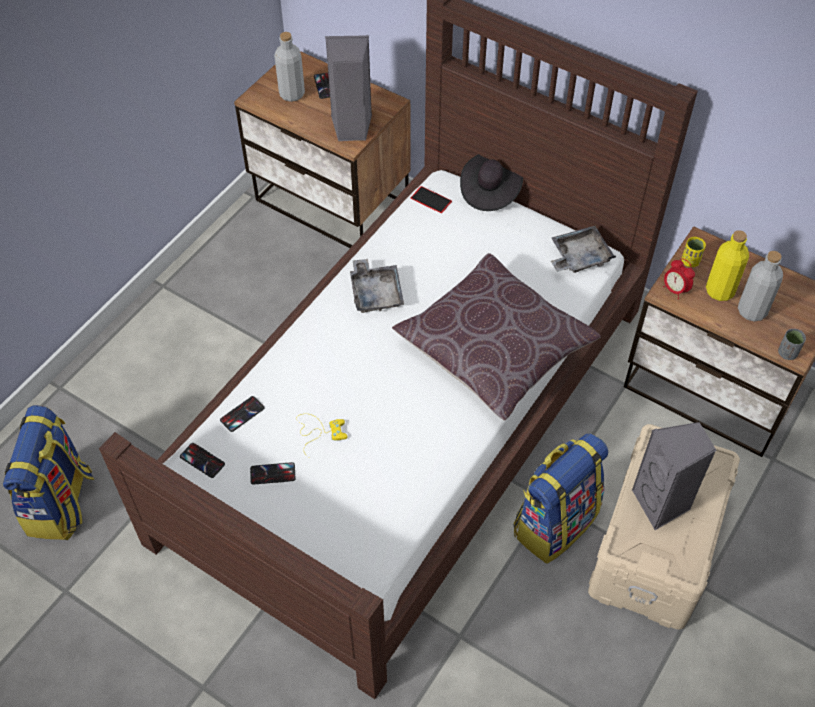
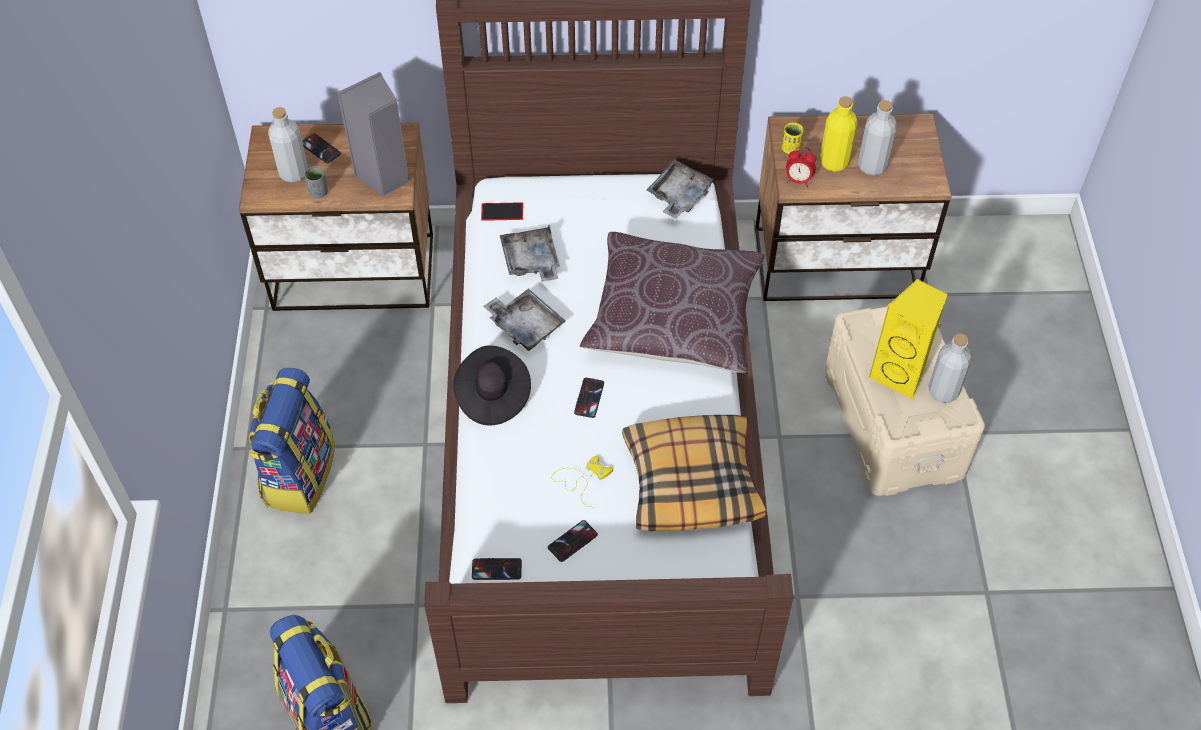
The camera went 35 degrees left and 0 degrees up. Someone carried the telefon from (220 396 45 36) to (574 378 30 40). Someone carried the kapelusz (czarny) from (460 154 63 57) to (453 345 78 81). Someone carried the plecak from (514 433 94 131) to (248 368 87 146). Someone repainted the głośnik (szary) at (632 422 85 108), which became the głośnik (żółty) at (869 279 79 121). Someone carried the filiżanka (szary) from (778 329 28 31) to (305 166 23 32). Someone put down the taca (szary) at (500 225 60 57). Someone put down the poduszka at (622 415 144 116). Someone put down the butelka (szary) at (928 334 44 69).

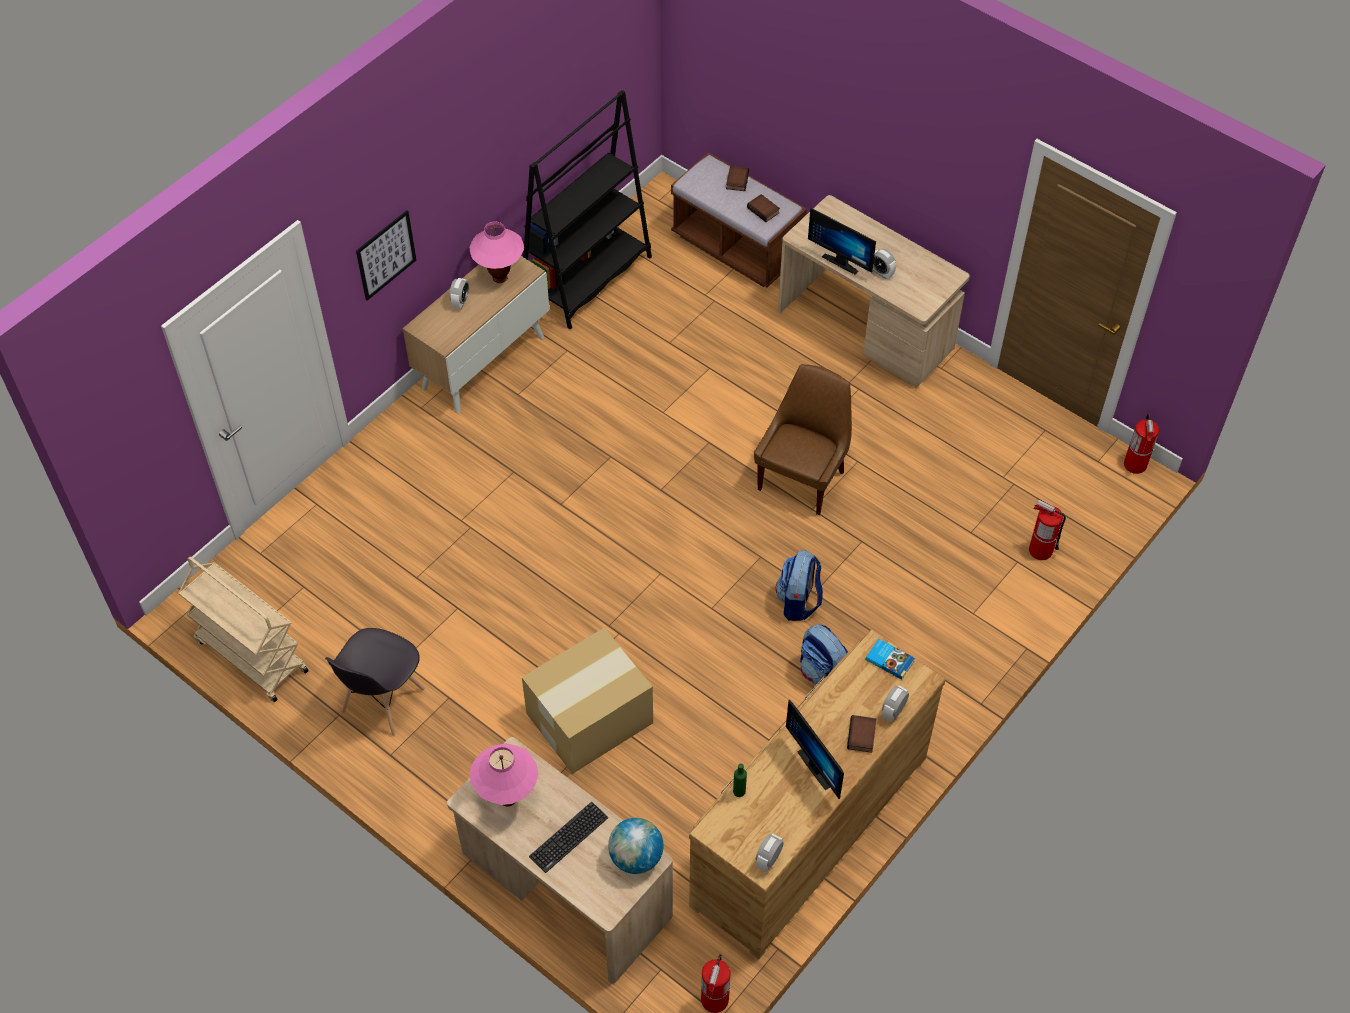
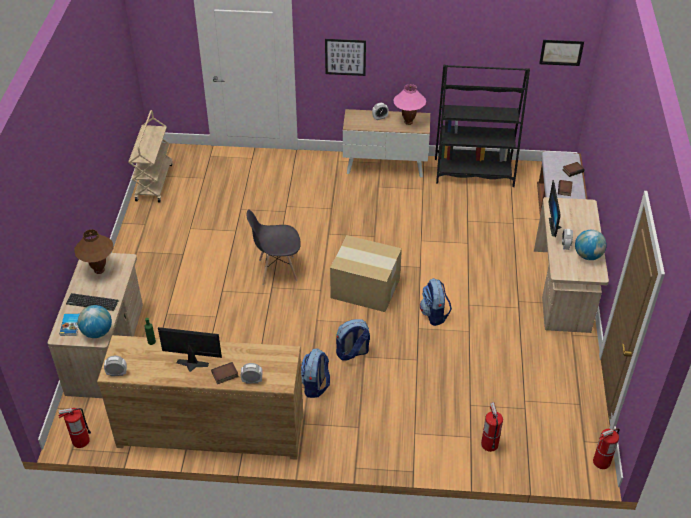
The camera went 55 degrees right and 10 degrees down. Someone carried the krzesło (szary) from (325 628 100 109) to (247 209 54 76). Someone repainted the lampa stołowa (różowy) at (470 743 68 63), which became the lampa stołowa (brązowy) at (75 229 39 45). Someone carried the karton from (522 627 131 147) to (330 235 72 77). Someone swapped the krzesło (brązowy) at (754 364 98 151) for the plecak at (420 278 32 48). Someone rotated the monitor at (786 700 58 99) by 75 degrees clockwise. Someone carried the książka from (865 639 50 41) to (60 314 19 22). Someone put up the obraz at (539 40 45 26). Someone put down the globus at (575 230 32 30).

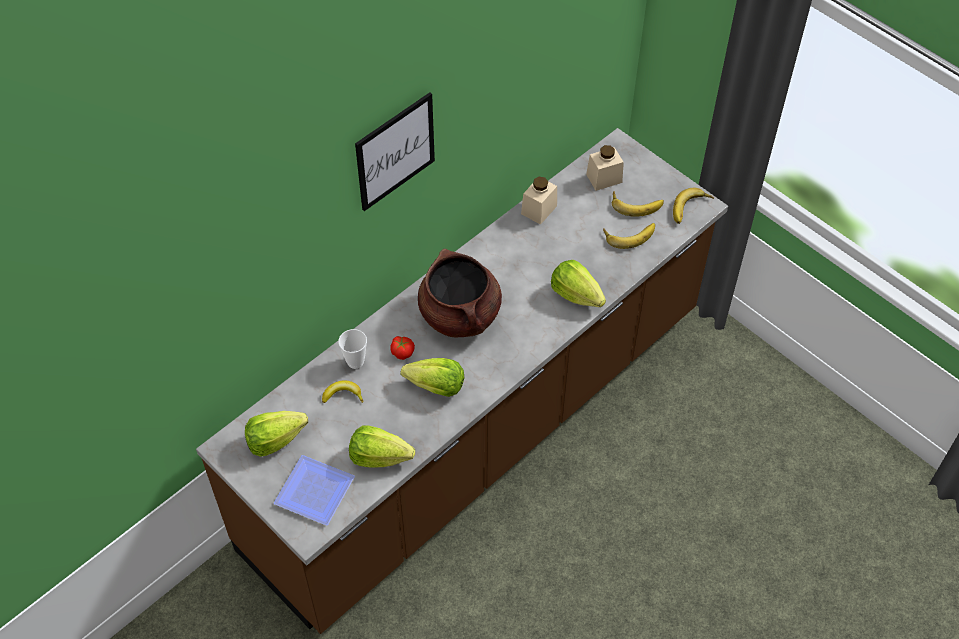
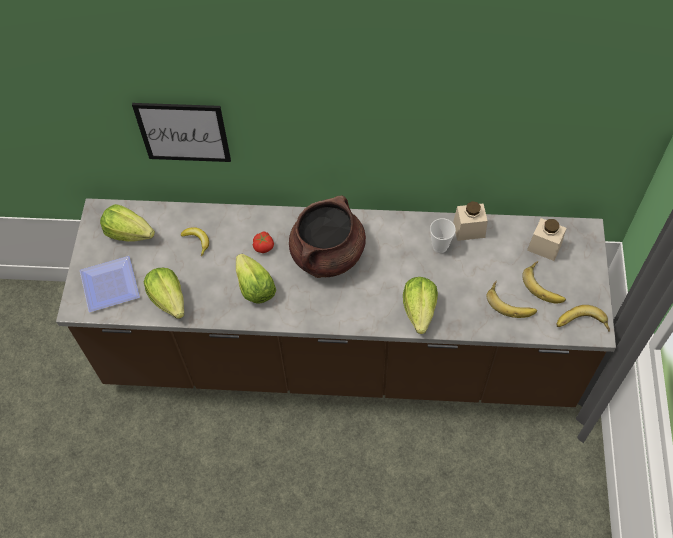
The camera went 50 degrees right and 5 degrees up. Someone carried the filiżanka from (338 329 29 40) to (430 218 26 35). Someone carried the obraz from (355 92 80 119) to (132 103 99 59).

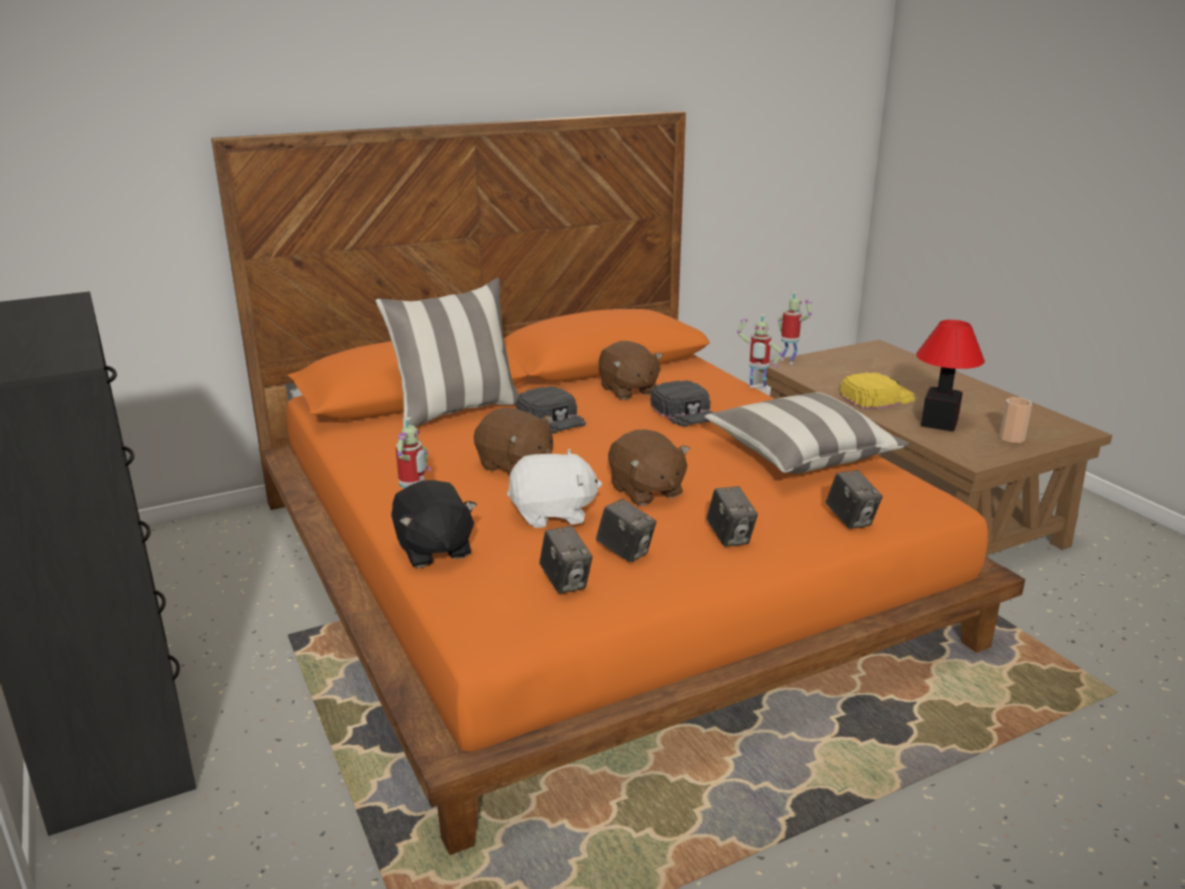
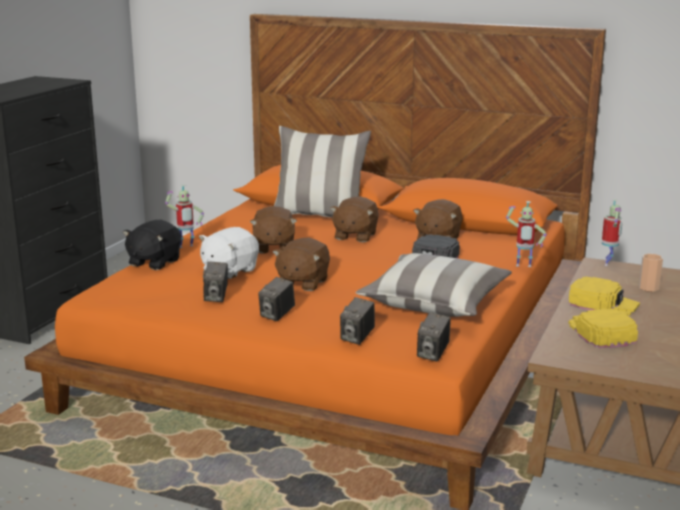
The camera went 50 degrees right and 5 degrees down. Someone rotated the pluszak (biały) at (507 449 95 79) by 90 degrees clockwise. Someone swapped the czapka z daszkiem (czarny) at (516 386 70 48) for the pluszak (brązowy) at (330 196 49 46). Someone carried the aparat fotograficzny from (539 526 54 68) to (417 312 34 50). Someone rotated the robot zabawkowy at (737 314 46 76) by 60 degrees counterclockwise. Someone swapped the lampa stołowa at (916 320 69 112) for the czapka z daszkiem (żółty) at (568 309 70 39). Someone carried the filiżanka from (999 397 33 46) to (639 254 24 38).

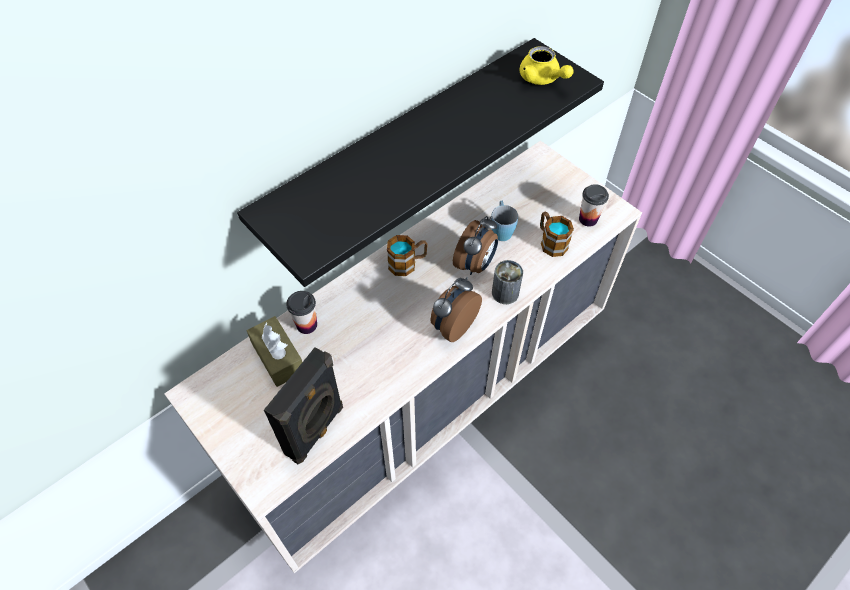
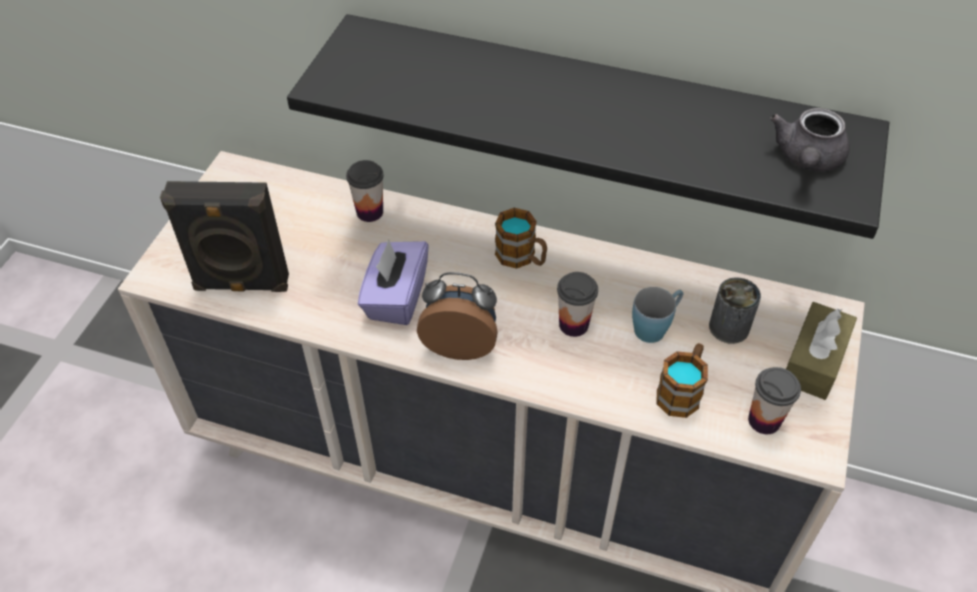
The camera went 60 degrees right and 5 degrees down. Someone carried the pudełko chusteczek (brązowy) from (247 316 55 71) to (786 302 71 98). Someone swapped the budzik at (453 216 45 59) for the filiżanka at (557 272 41 65). Someone carried the puszka from (492 260 31 44) to (709 277 52 67). Someone repainted the imbryk (żółty) at (520 46 54 39), which became the imbryk (szary) at (770 108 80 64). Someone put down the pudełko chusteczek (fioletowy) at (358 240 71 85).

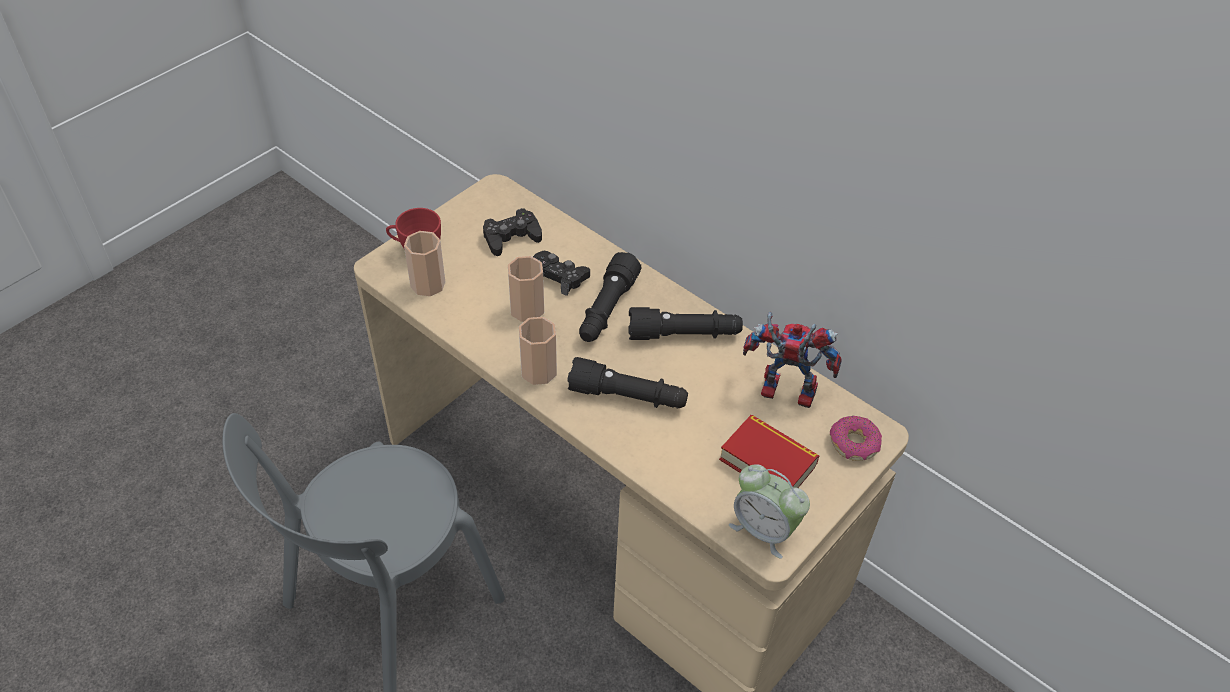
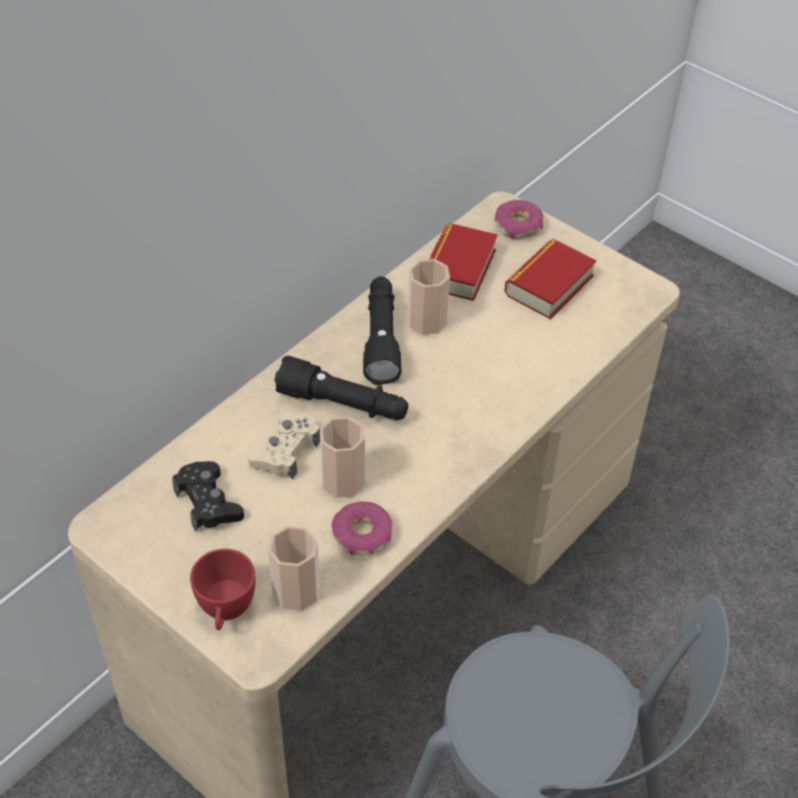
The camera went 90 degrees left and 0 degrees up. Someone carried the filiżanka from (519 317 38 68) to (408 259 42 76). Someone repainted the pad do gier (czarny) at (533 251 57 45), which became the pad do gier (beżowy) at (248 412 72 67). Someone took away the latarka (czarny) at (567 357 121 51). Someone took away the budzik at (729 464 81 95). Someone swapped the robot zabawkowy at (743 312 99 96) for the książka at (429 223 69 78). Someone put down the donut at (331 502 62 54).

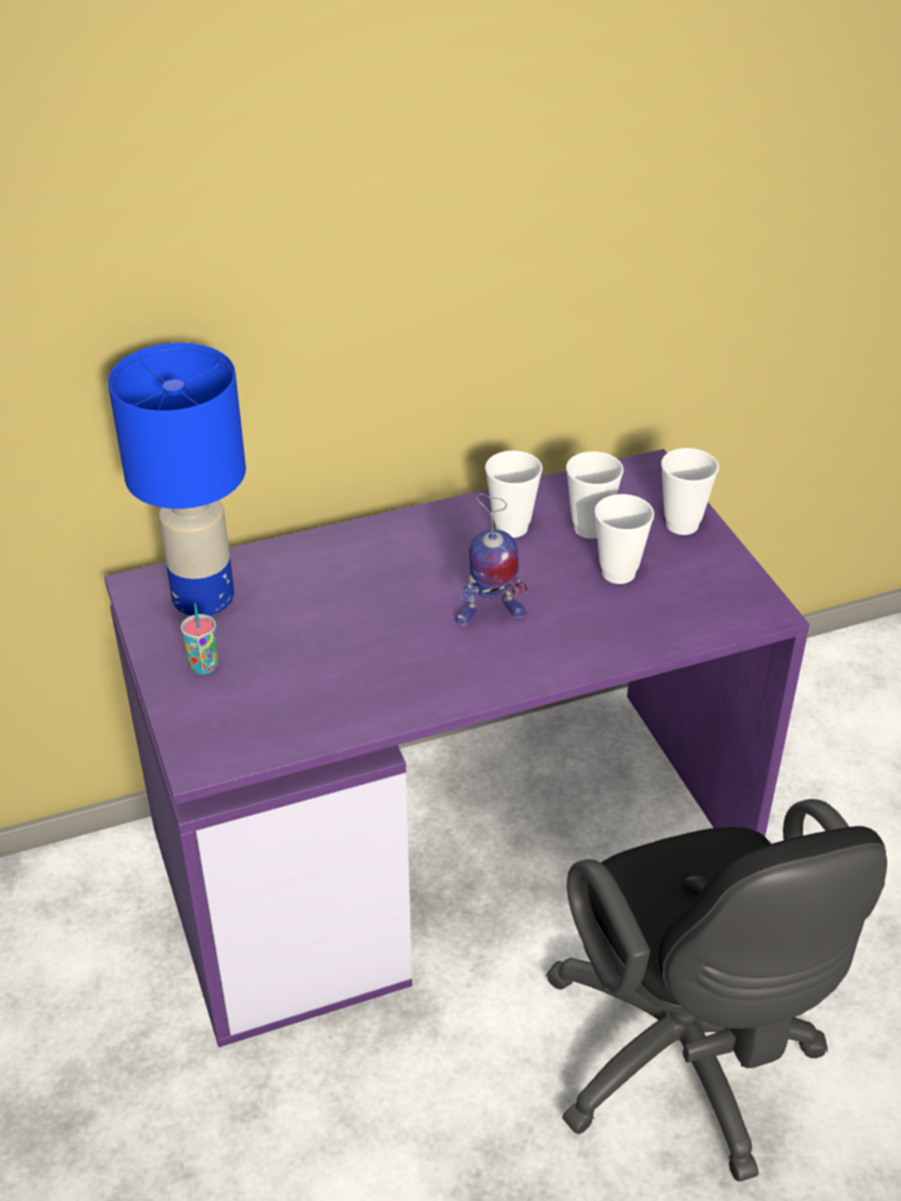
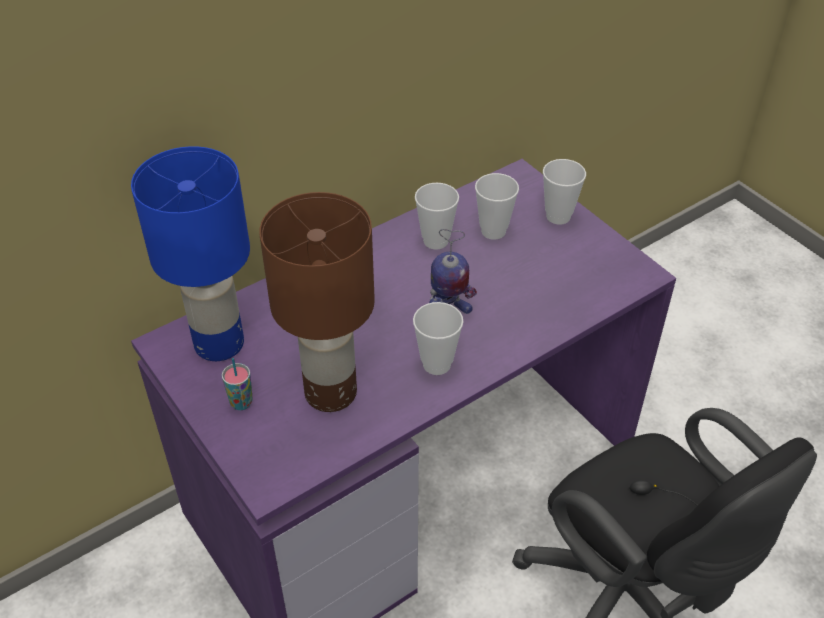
The camera went 15 degrees left and 5 degrees up. Someone carried the filiżanka from (594 494 60 90) to (413 302 51 73). Someone put down the lampa stołowa (brązowy) at (259 192 116 220).

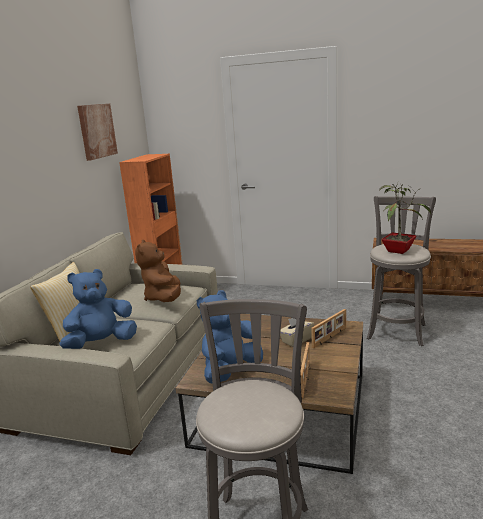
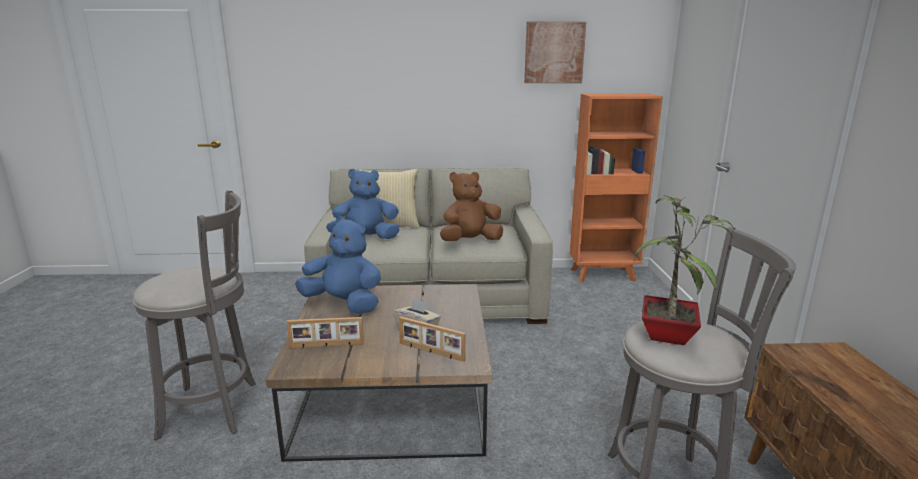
The camera went 70 degrees right and 0 degrees up. Someone rotated the pluszak (niebieski) at (59 269 78 80) by 45 degrees counterclockwise.

